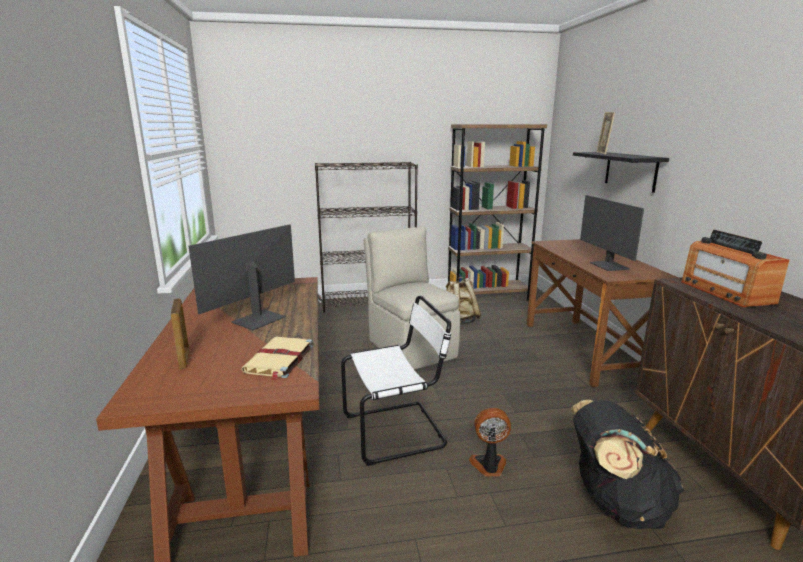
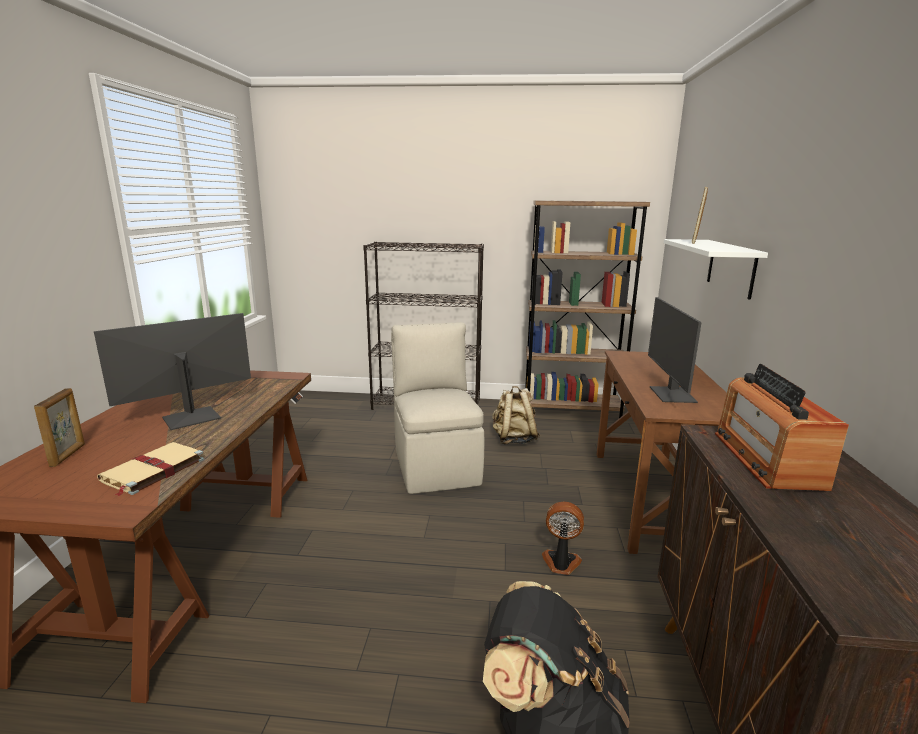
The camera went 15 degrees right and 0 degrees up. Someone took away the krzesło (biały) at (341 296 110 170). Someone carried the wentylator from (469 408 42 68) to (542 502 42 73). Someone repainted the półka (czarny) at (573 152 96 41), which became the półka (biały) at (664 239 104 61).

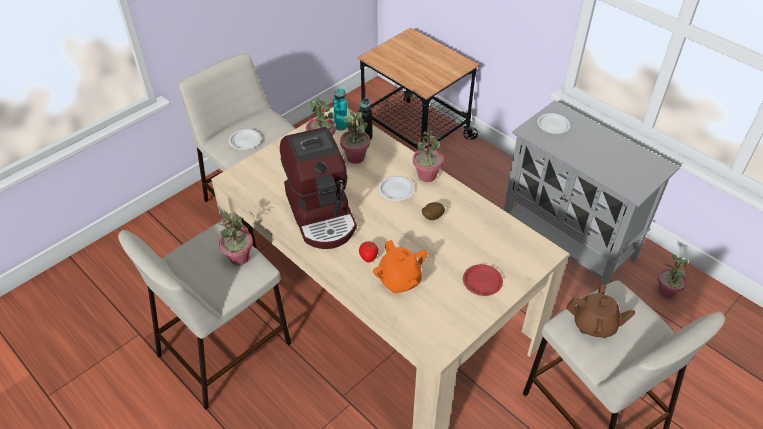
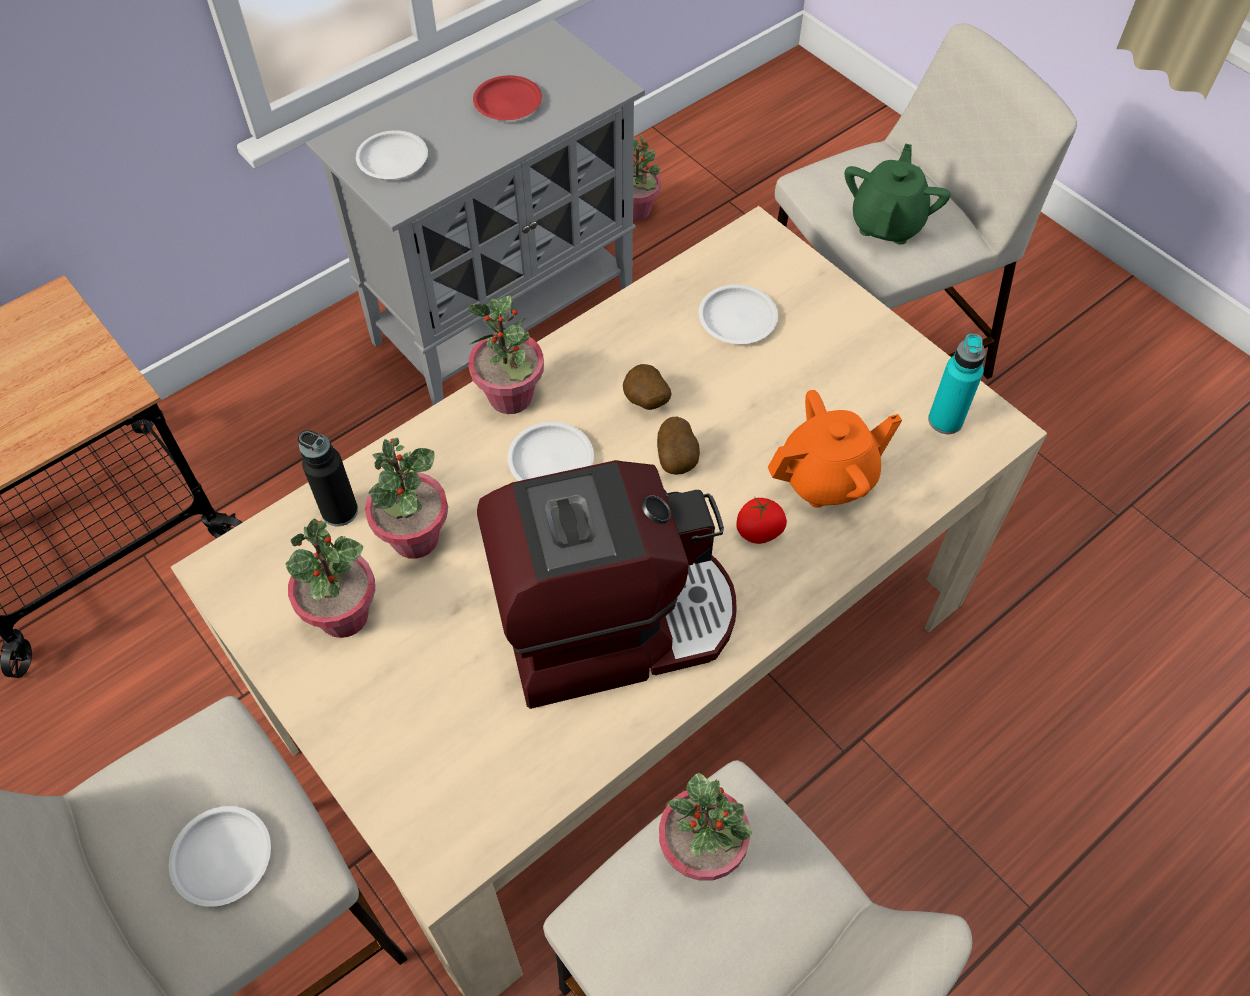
The camera went 85 degrees left and 10 degrees up. Someone carried the butelka (turkusowy) from (333 89 14 42) to (928 334 58 100). Someone carried the talerz (czerwony) from (463 264 40 32) to (473 75 69 45). Someone repainted the imbryk (brązowy) at (567 284 68 54), which became the imbryk (zielony) at (845 143 106 102). Someone put down the ziemniak at (657 417 43 58). Someone put down the talerz (biały) at (699 284 79 60).

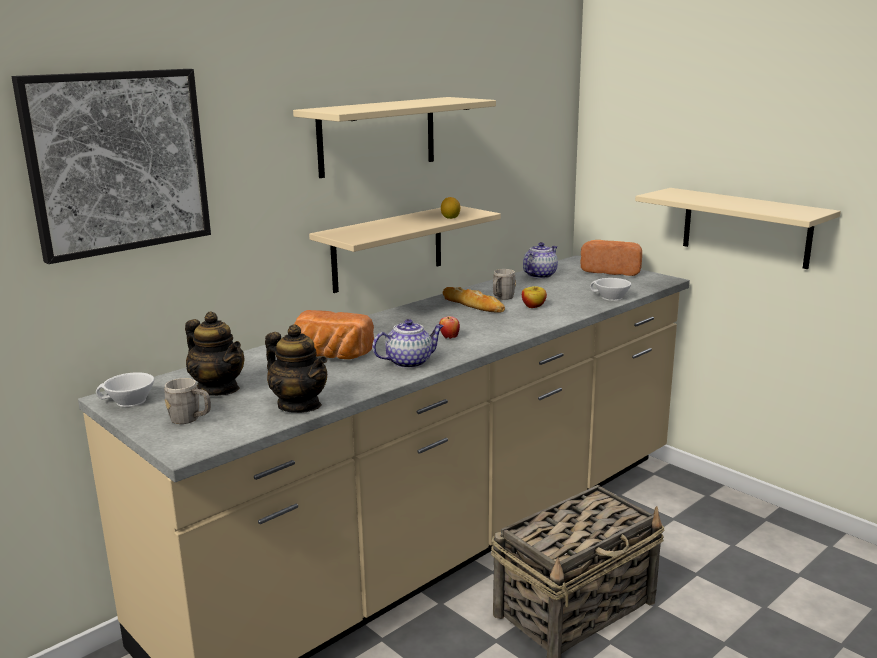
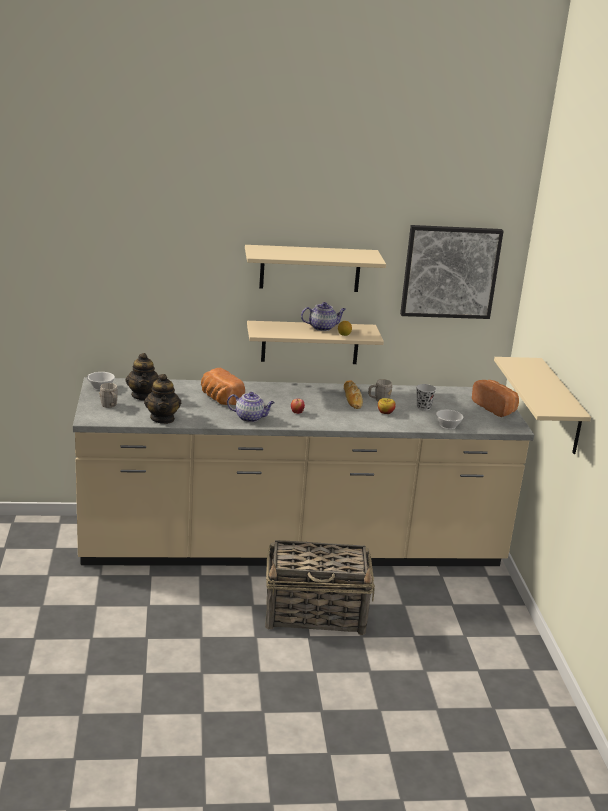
The camera went 35 degrees right and 5 degrees up. Someone carried the obraz from (11 69 200 195) to (400 225 104 94). Someone carried the imbryk from (523 242 35 37) to (301 302 45 29). Someone put down the filiżanka (czarny) at (417 384 19 27).

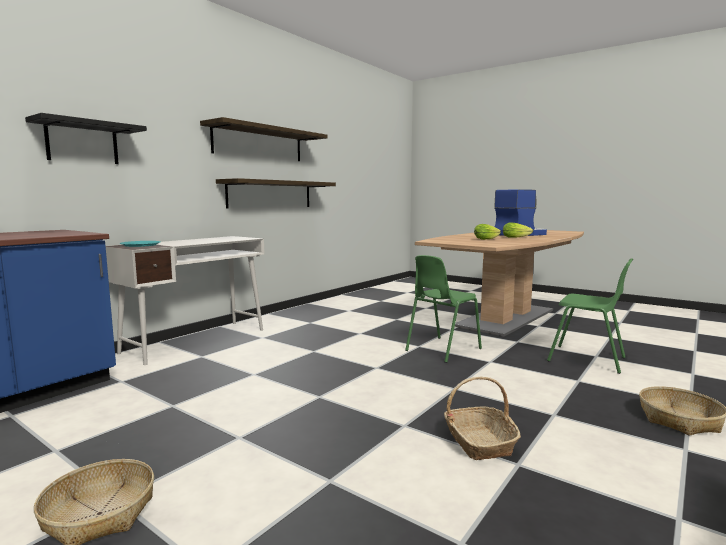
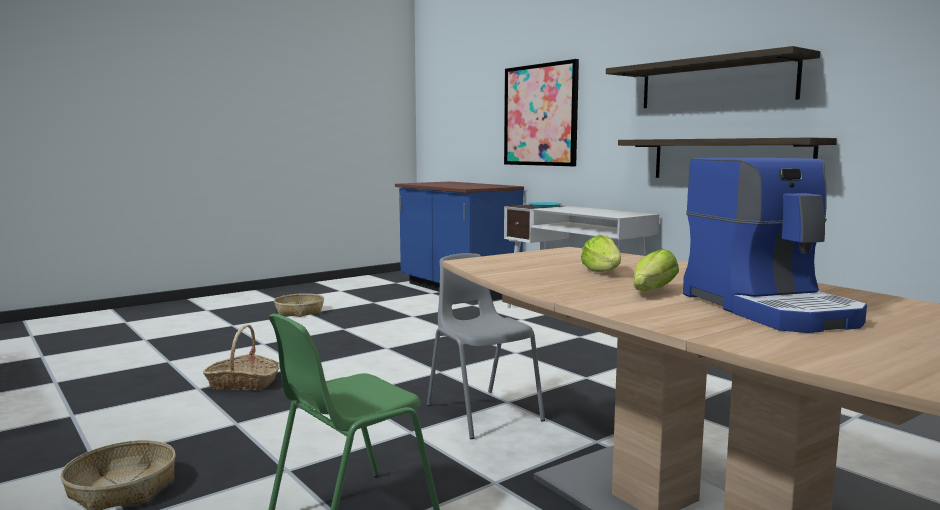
The camera went 105 degrees right and 0 degrees up. Someone swapped the półka (czarny) at (25 113 122 51) for the obraz at (504 59 75 107). Someone repainted the krzesło (zielony) at (405 255 77 108), which became the krzesło (szary) at (427 253 118 186).

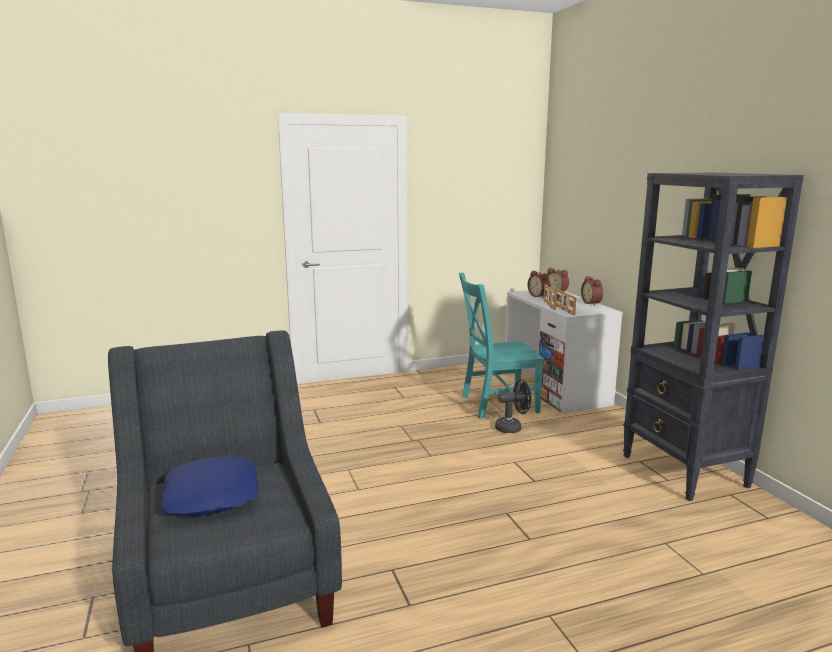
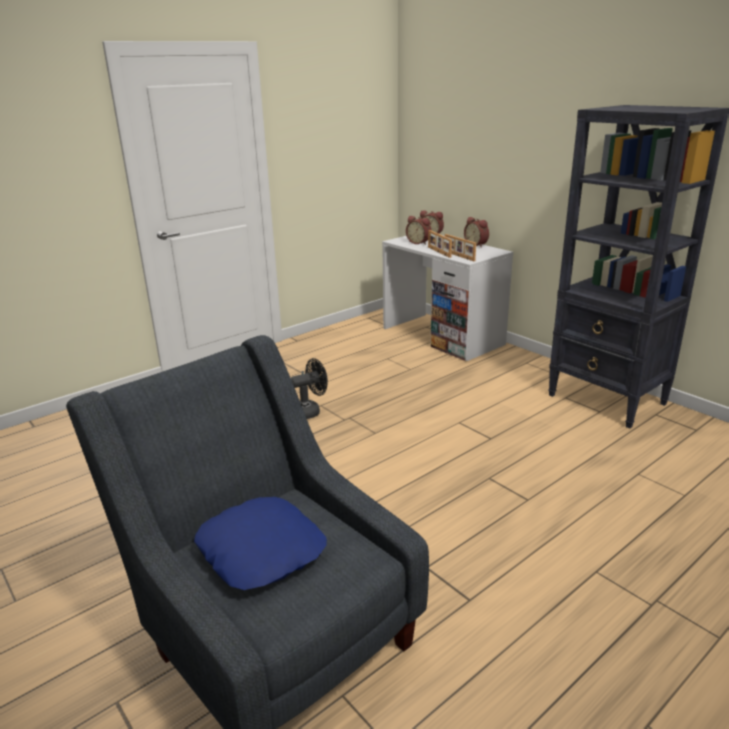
The camera went 20 degrees left and 10 degrees up. Someone took away the krzesło (turkusowy) at (459 273 85 146). Someone carried the wentylator (czarny) from (495 380 36 53) to (291 358 37 61).

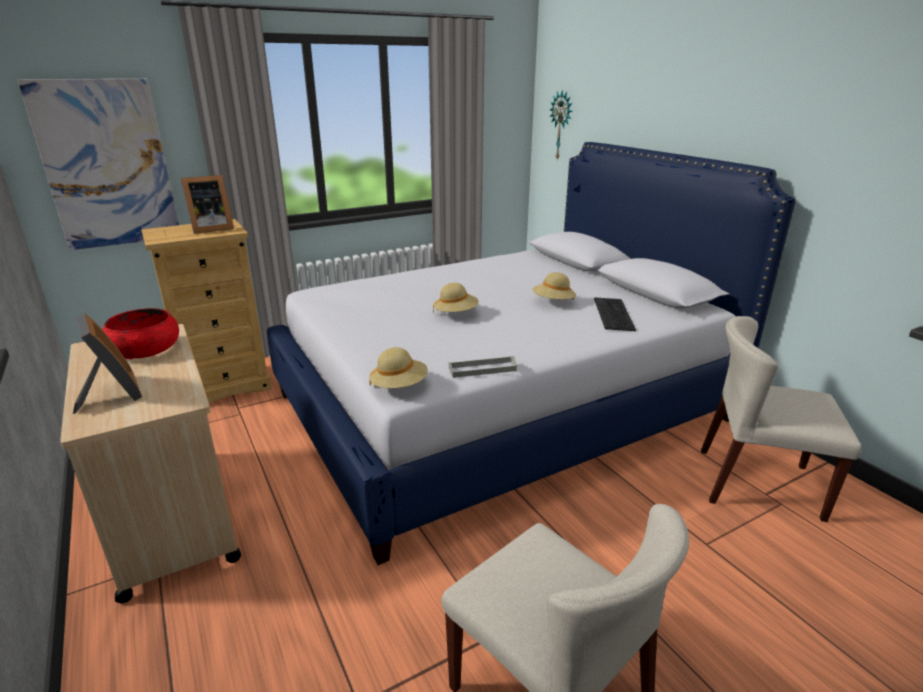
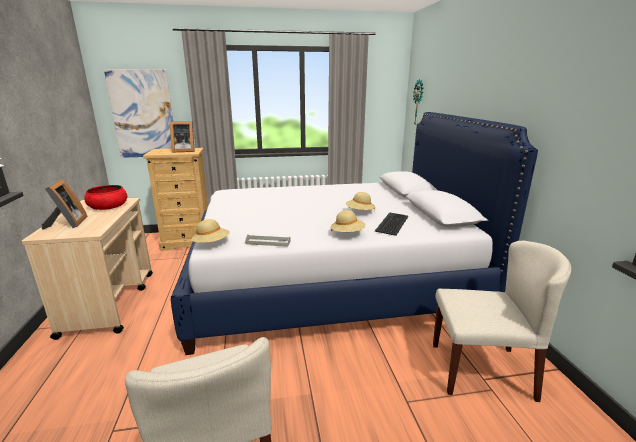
The camera went 20 degrees right and 5 degrees down. Someone carried the kapelusz (beżowy) from (433 283 46 31) to (331 210 34 22). Someone rotated the krzesło (beżowy) at (701 316 160 206) by 150 degrees clockwise.

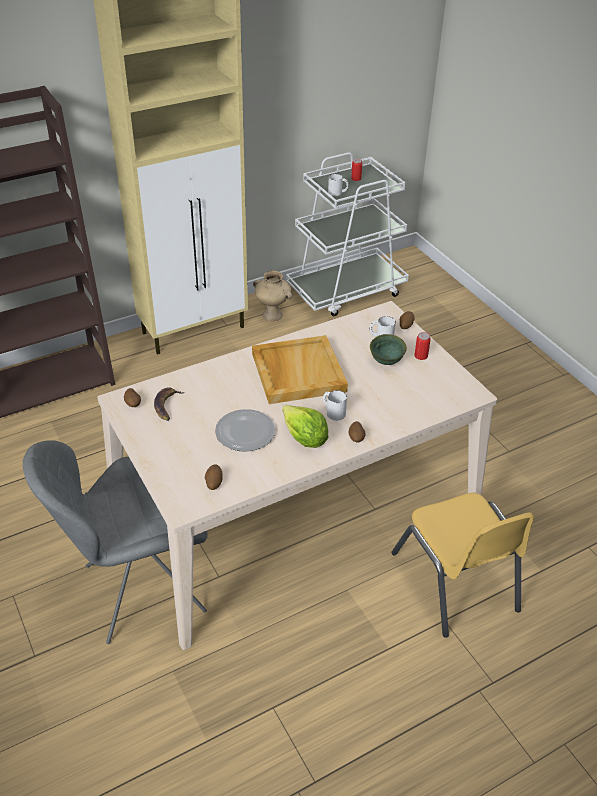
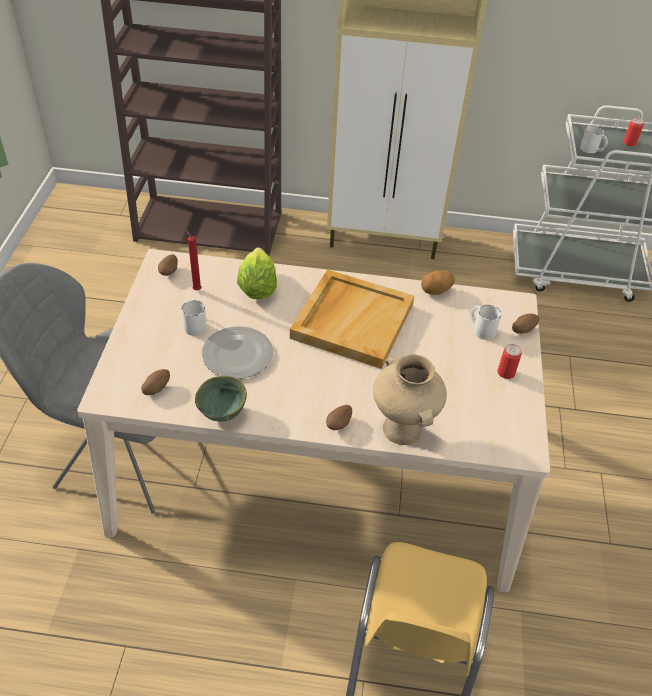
The camera went 35 degrees right and 5 degrees up. Someone swapped the banan at (154 387 30 34) for the świeca (czerwony) at (185 228 17 62). Someone carried the wazon (beżowy) from (253 271 39 50) to (373 354 74 91). Someone carried the sałata from (282 405 47 43) to (237 247 40 52). Someone carried the kubek (biały) from (323 390 24 31) to (181 299 26 37). Someone carried the miska (zielony) from (370 334 37 31) to (195 376 52 46). Someone put down the ziemniak at (421 270 34 25).

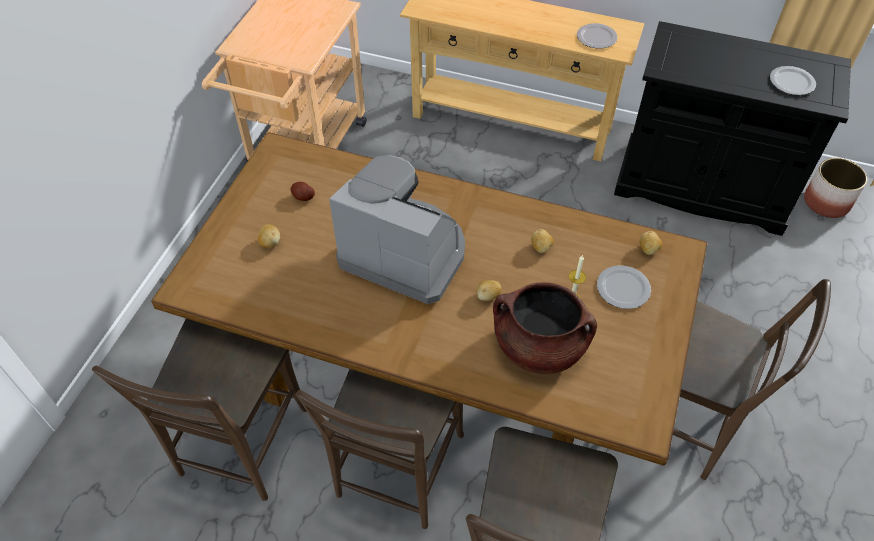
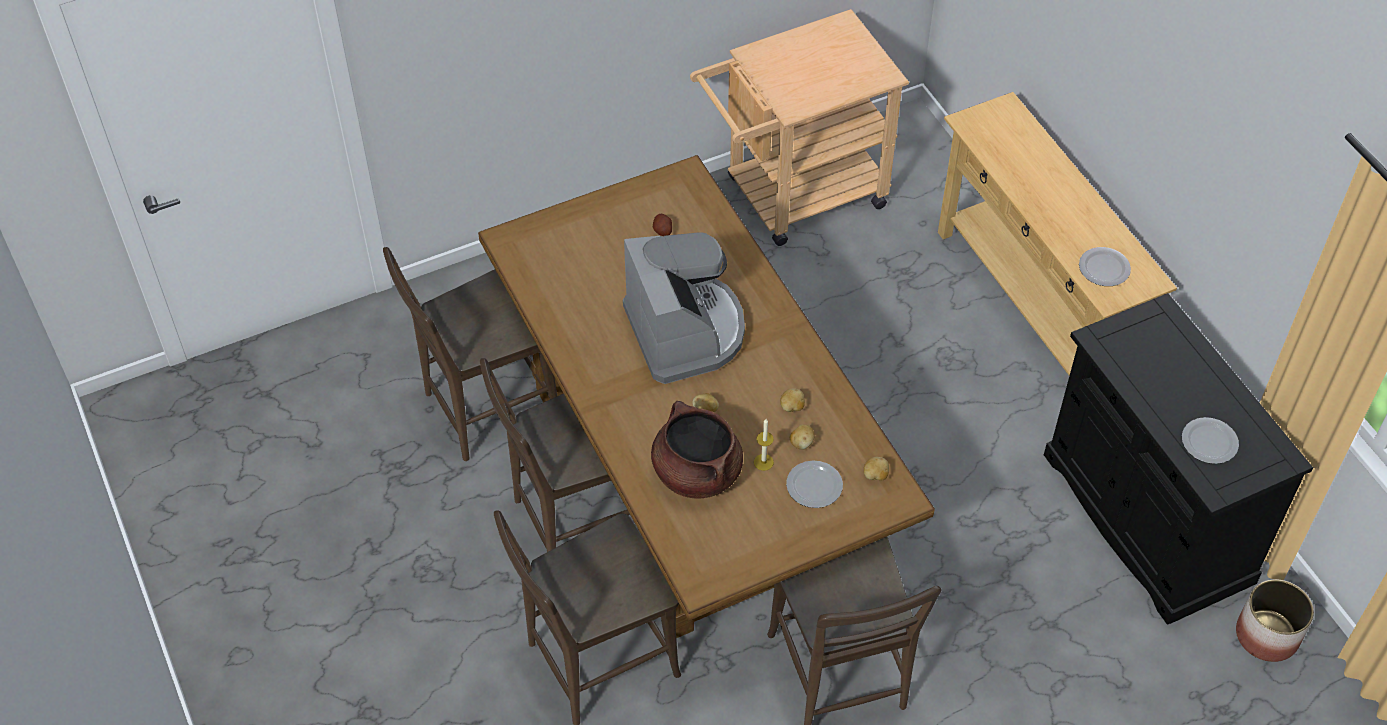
The camera went 45 degrees right and 0 degrees up. Someone carried the ziemniak from (258 225 22 23) to (790 424 25 26).

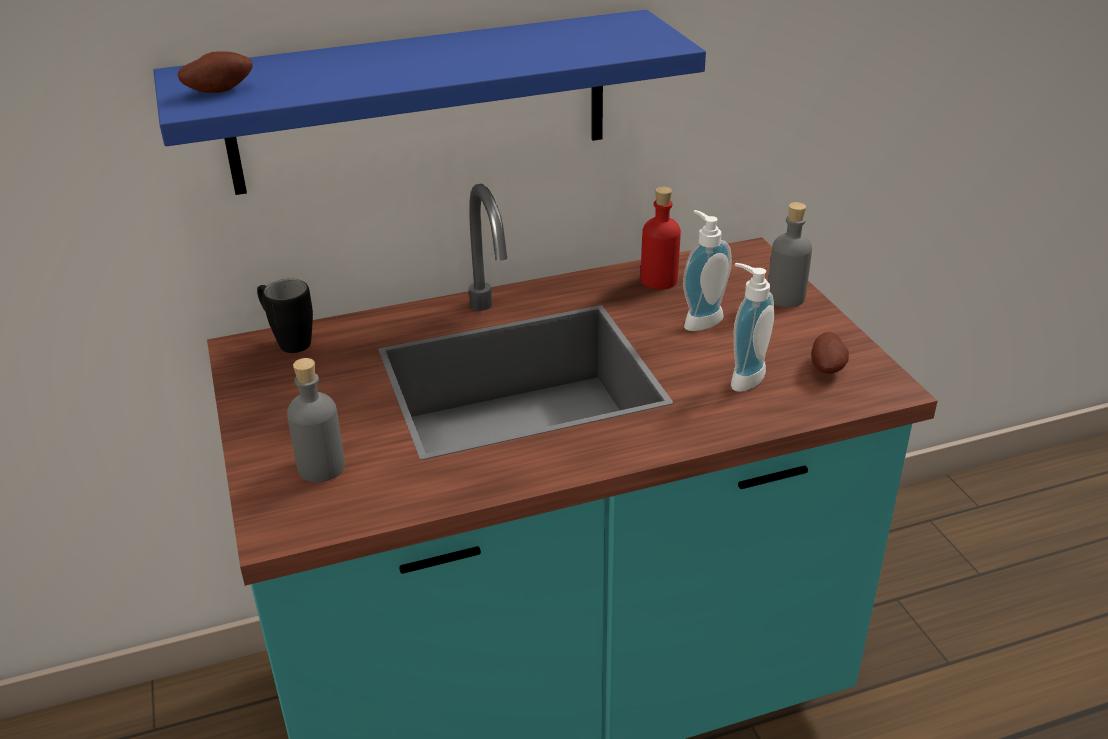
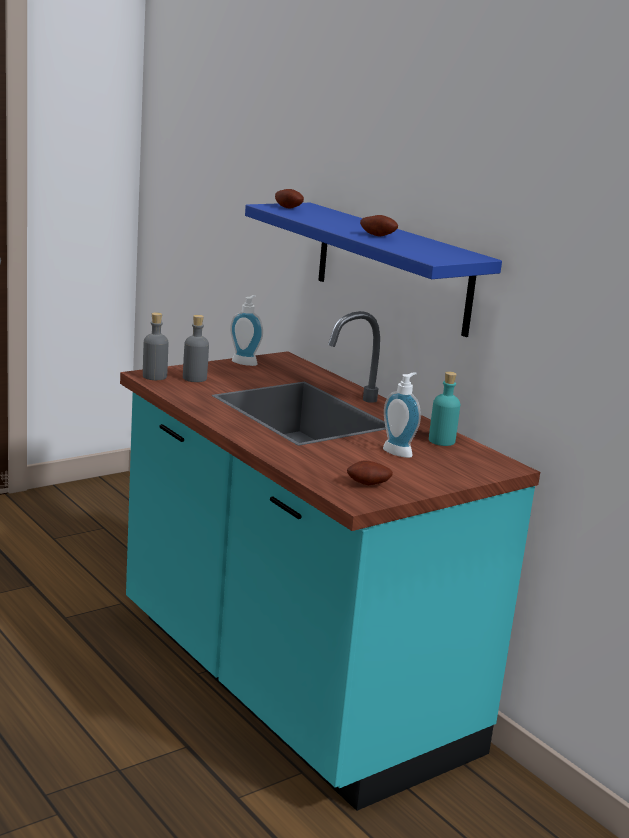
The camera went 70 degrees right and 15 degrees down. Someone took away the kubek (czarny) at (257 279 56 74). Someone repainted the butelka (czerwony) at (641 187 40 102), which became the butelka (turkusowy) at (429 371 31 75). Someone carried the dozownik mydła from (731 263 43 129) to (230 295 33 71). Someone carried the butelka (szary) from (768 202 44 105) to (143 312 25 68). Someone put down the ziemniak at (360 215 38 21).

